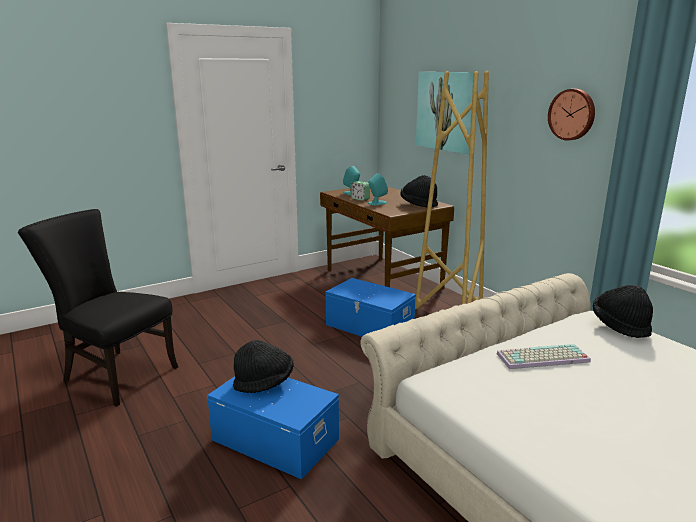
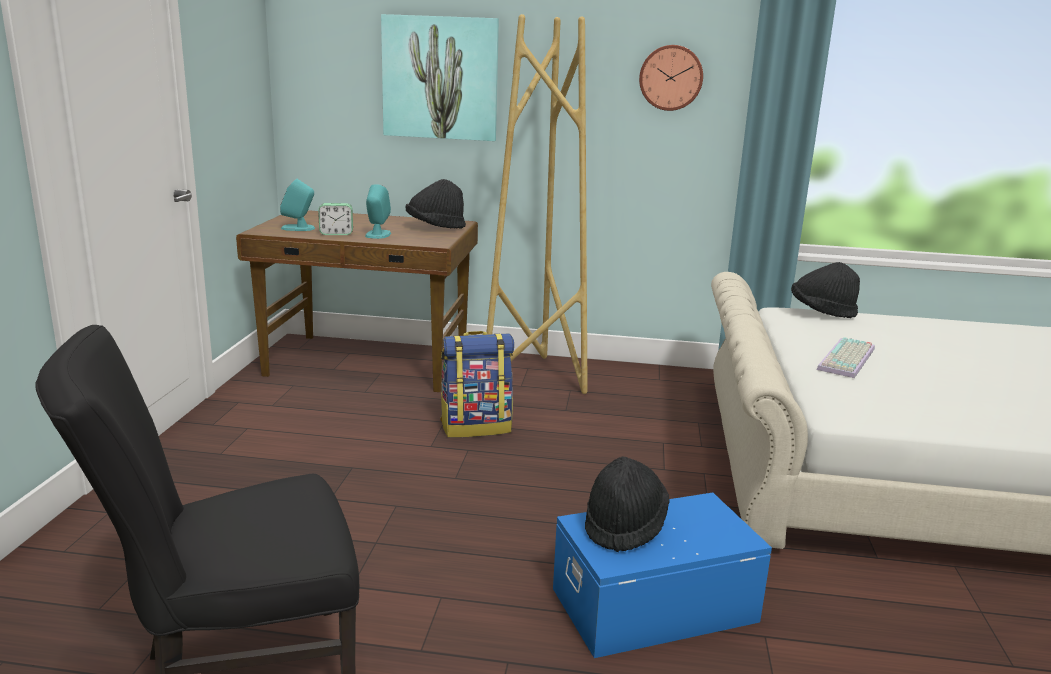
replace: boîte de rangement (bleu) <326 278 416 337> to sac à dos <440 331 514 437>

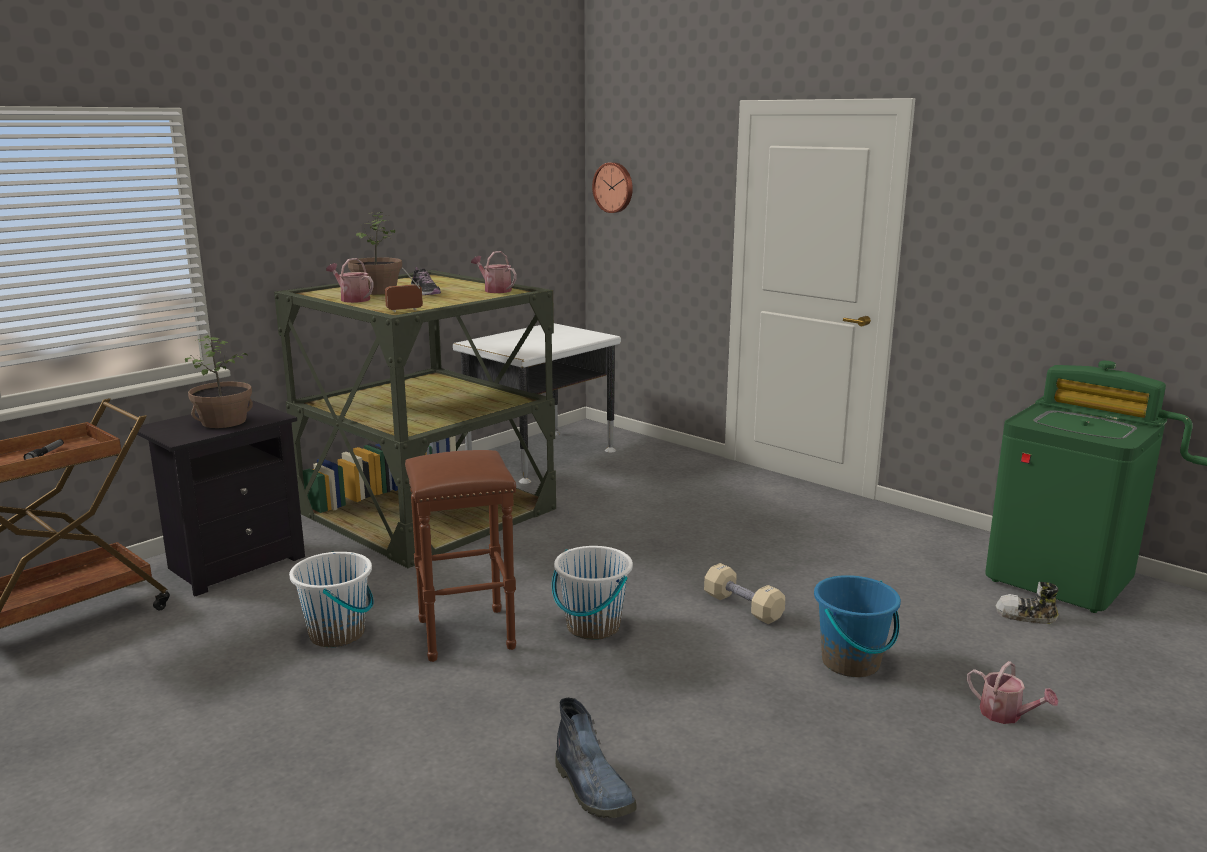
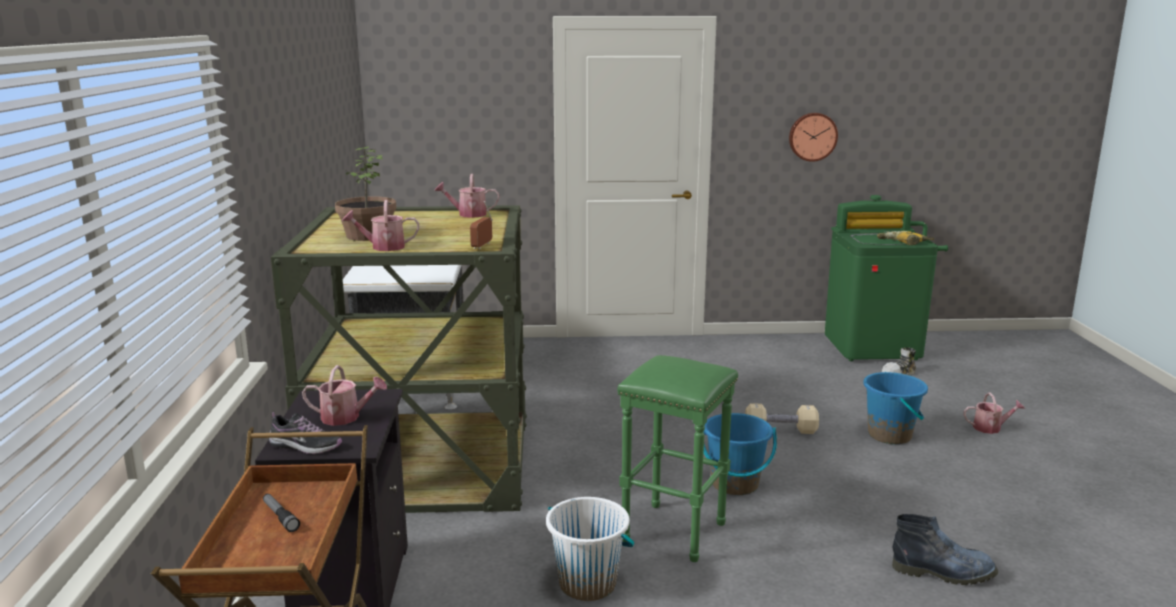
insert: perceuse <877 231 934 245>
move: chaussure <411 267 441 295> to <269 412 342 454>; horloge murale <592 162 633 213> to <789 113 838 162>
replace: plante en pot <185 335 253 428> to arrosoir <302 365 387 426>
recolor: tabouret (marron) <405 450 516 662> to tabouret (vert) <617 355 738 562>; seau (blanc) <552 546 633 640> to seau (bleu) <703 413 777 495>

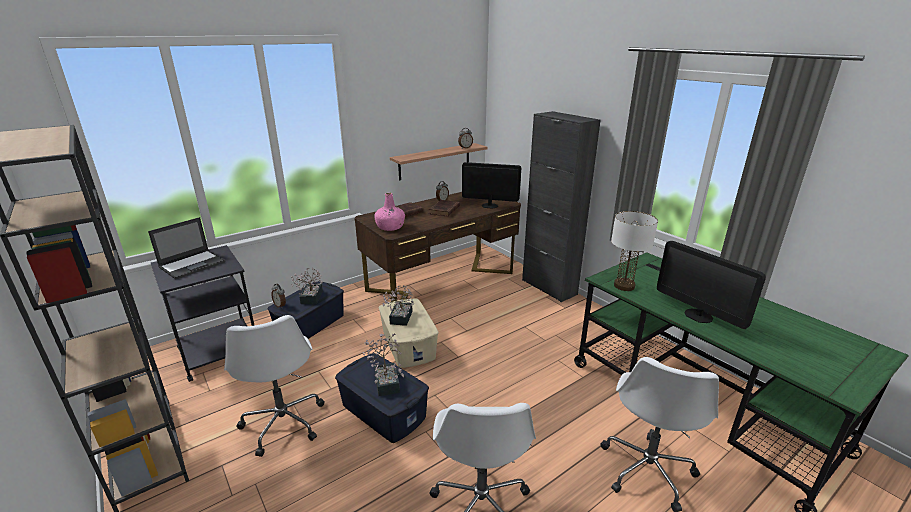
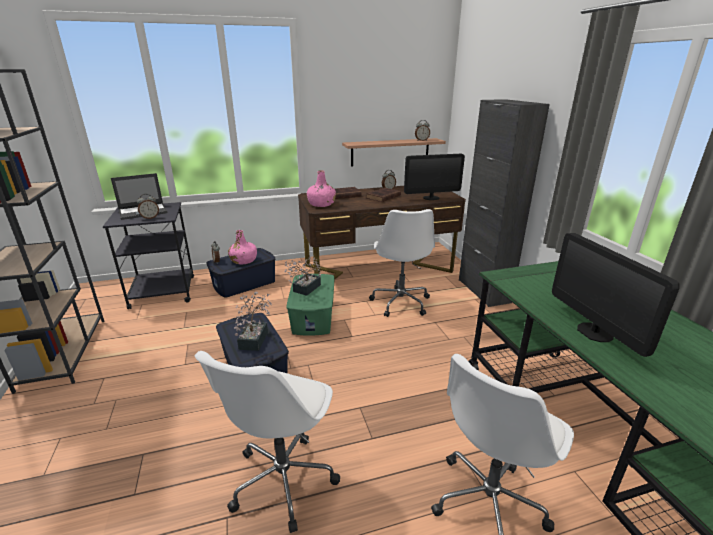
delete: lampe de table <611 211 658 291>
insert: réveil <137 194 159 219>
move: chaise de bureau (blanc) <224 315 325 457> to <369 209 435 317>
replace: plante en pot <291 267 323 304> to bouteille (rose) <228 230 257 264>
recolor: boîte de rangement (beige) <378 299 439 368> to boîte de rangement (vert) <286 274 334 336>
rotate: écran d'ordinateur <462 162 521 209> = <404 154 465 200> 135 degrees clockwise

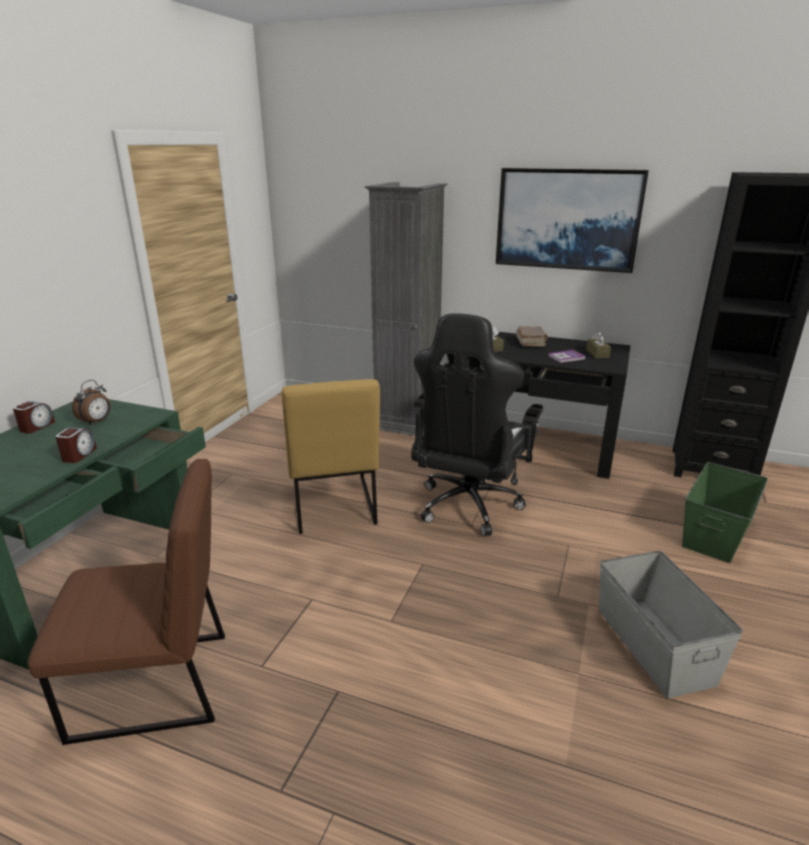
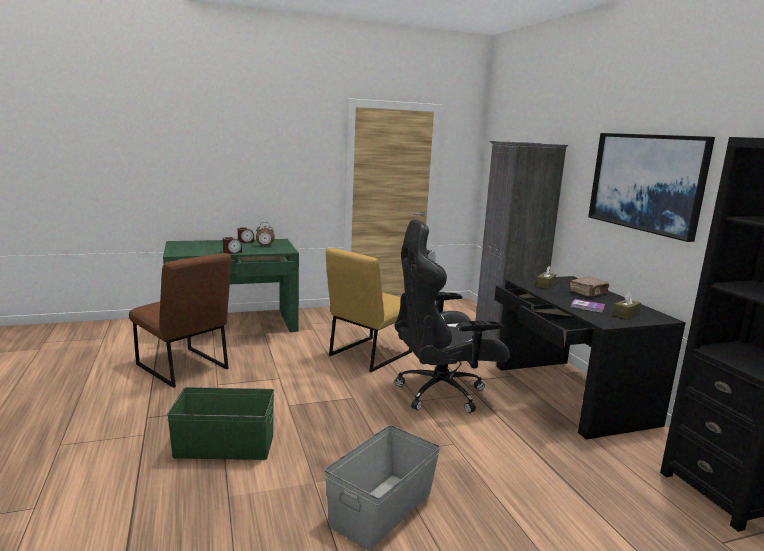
move: boîte de rangement (vert) <682 462 768 563> to <167 387 274 460>

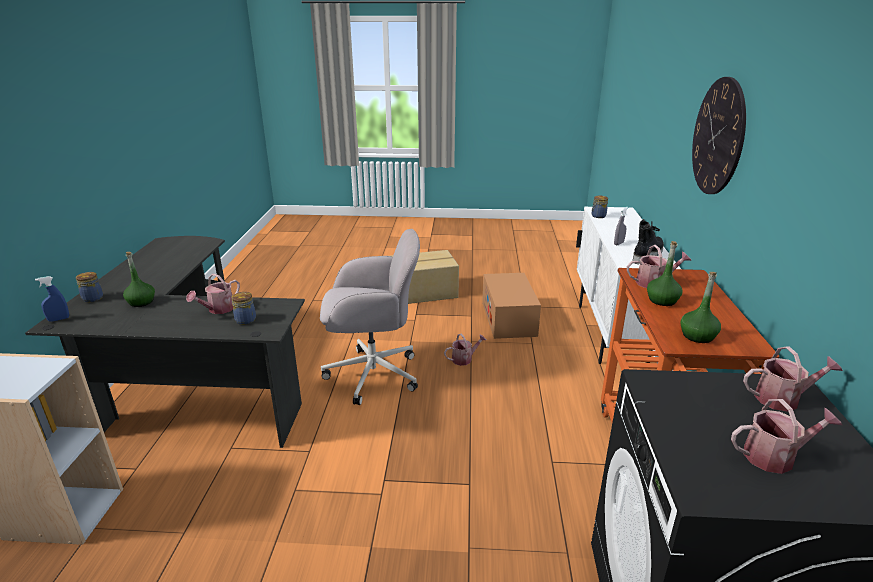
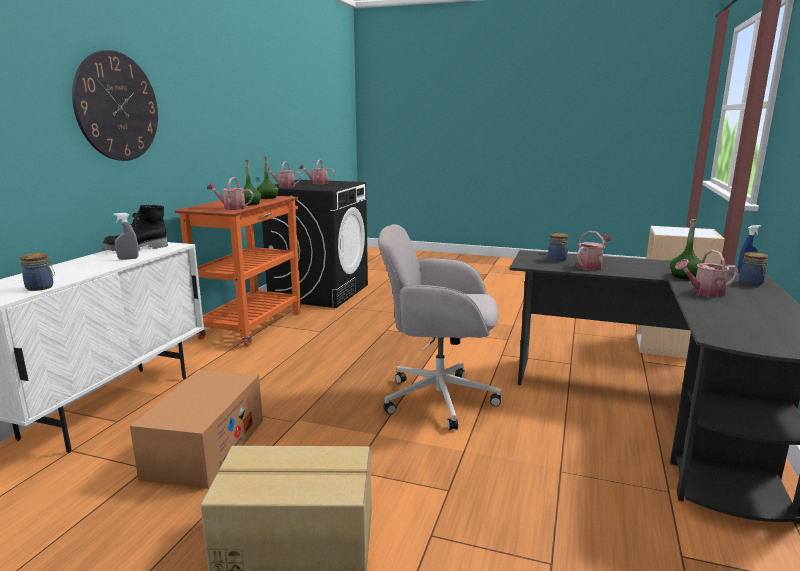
move: arrosoir <444 334 487 366> to <675 250 738 297>

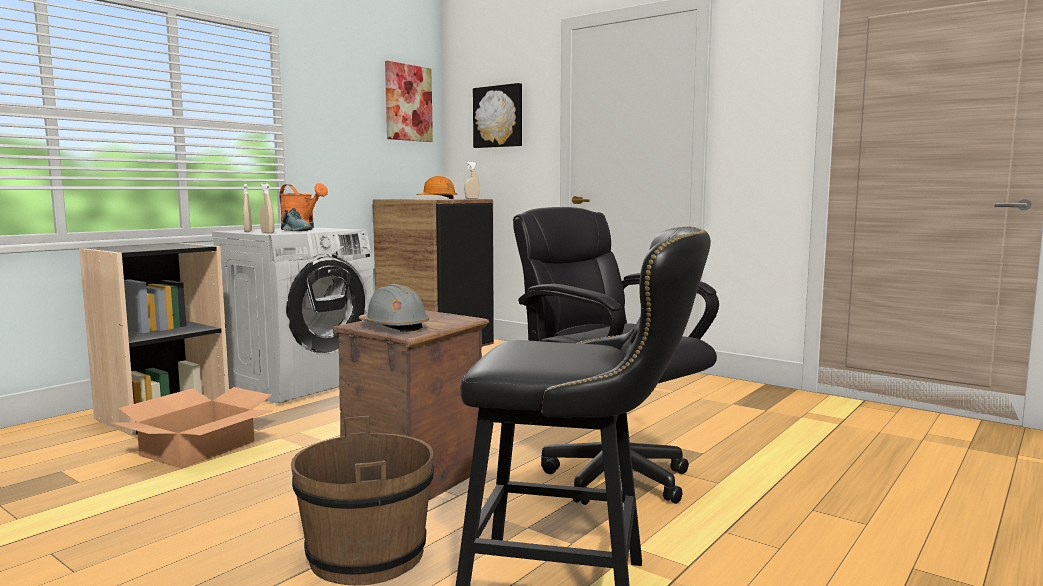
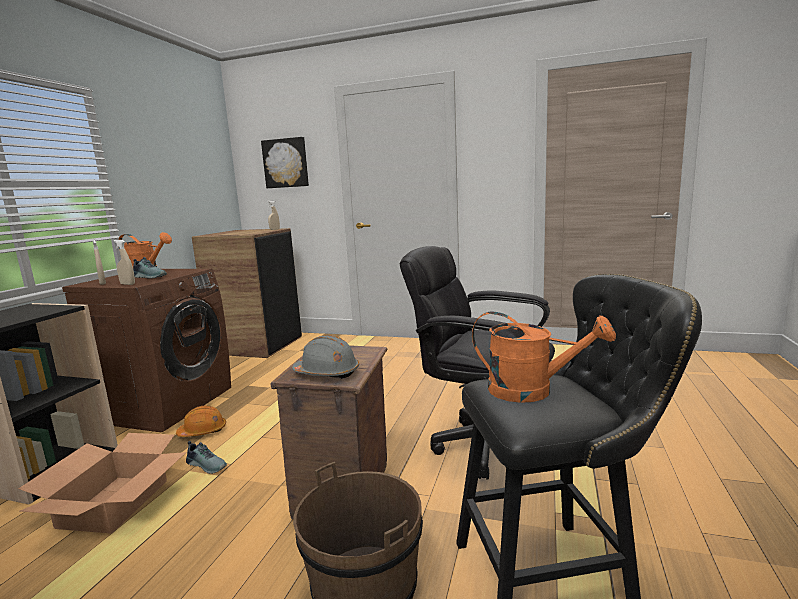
delete: tableau <385 61 433 142>
insert: chaussure <186 441 227 474>; arrosoir (orange) <472 311 616 403>
move: casque de chantier (orange) <417 176 457 199> to <176 405 226 437>
recolor: lave-linge (blanc) <212 227 374 404> to lave-linge (marron) <62 268 231 432>

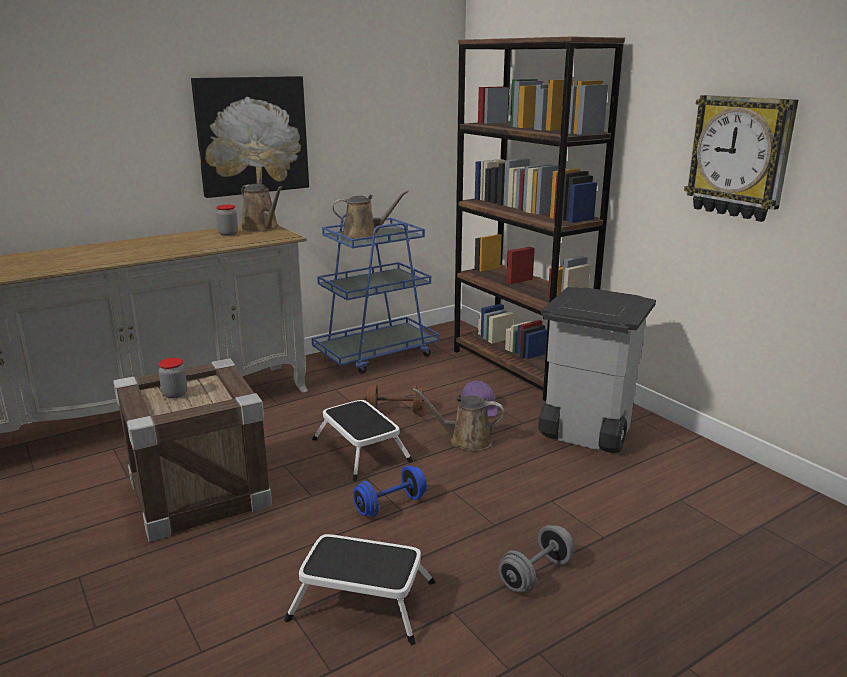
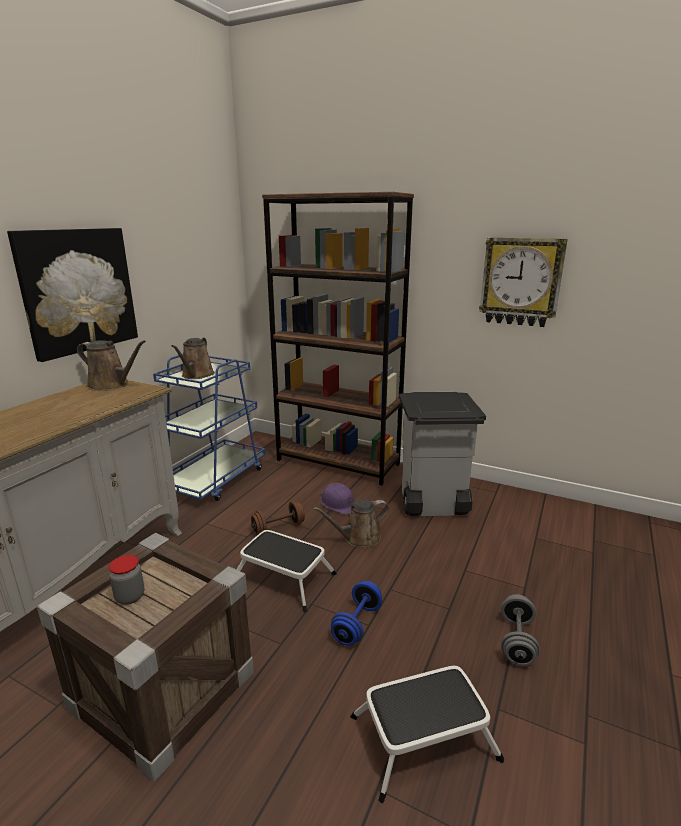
delete: bocal <216 205 238 236>
rotate: arrosoir (marron) <332 190 409 239> = <171 337 215 379> 135 degrees clockwise

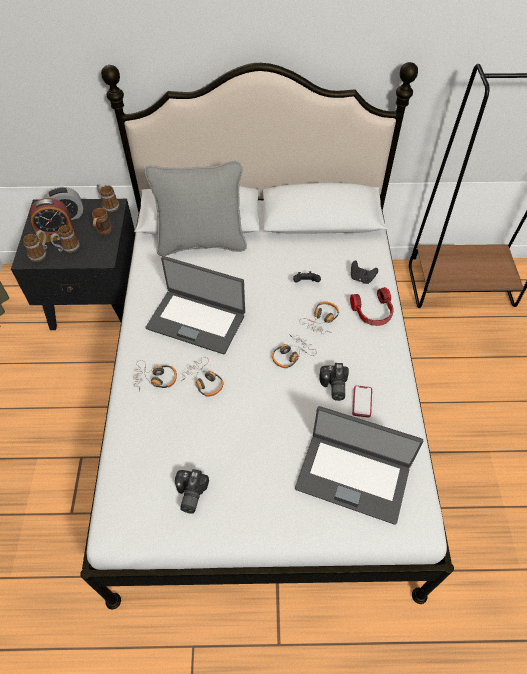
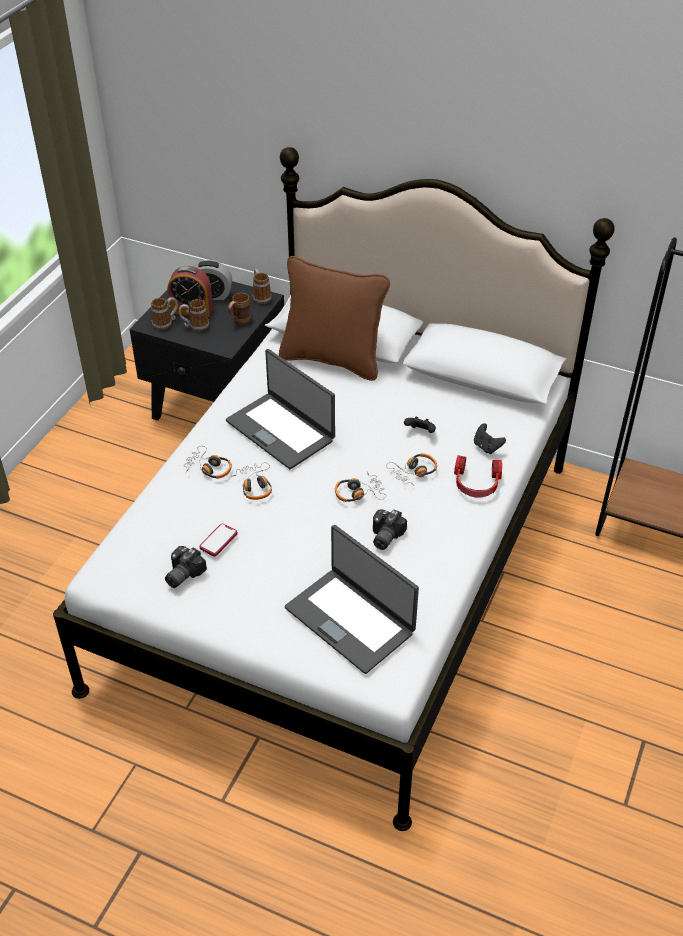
move: téléphone <352 385 372 418> to <199 523 238 557>
recolor: coussin (gris) <144 161 247 256> to coussin (marron) <279 256 390 381>

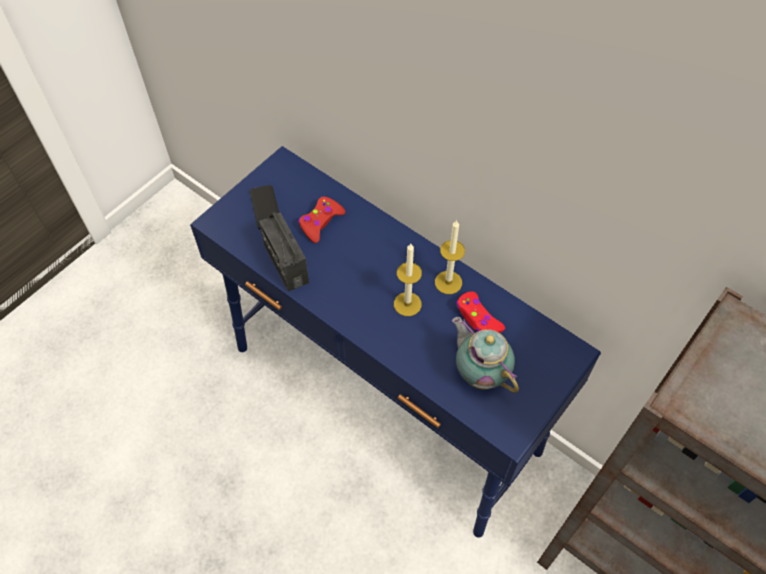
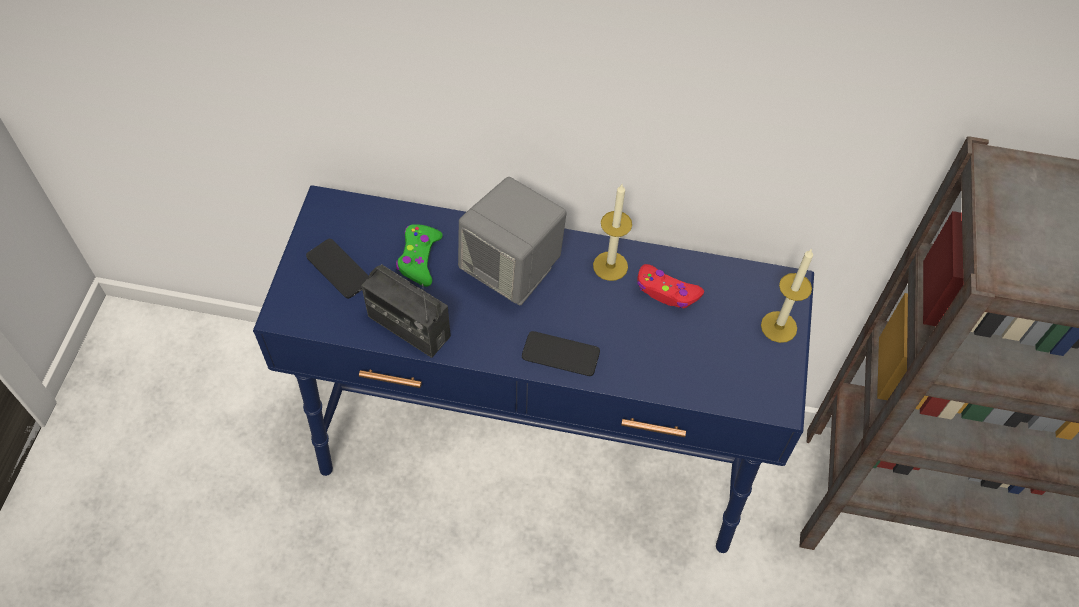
delete: théière <452 317 519 393>
insert: enceinte (gris) <458 177 566 305>; téléphone <522 331 600 376>
move: bougie <394 244 422 316> to <761 248 813 343>
recolor: manette (rouge) <298 197 345 243> to manette (vert) <396 224 443 287>

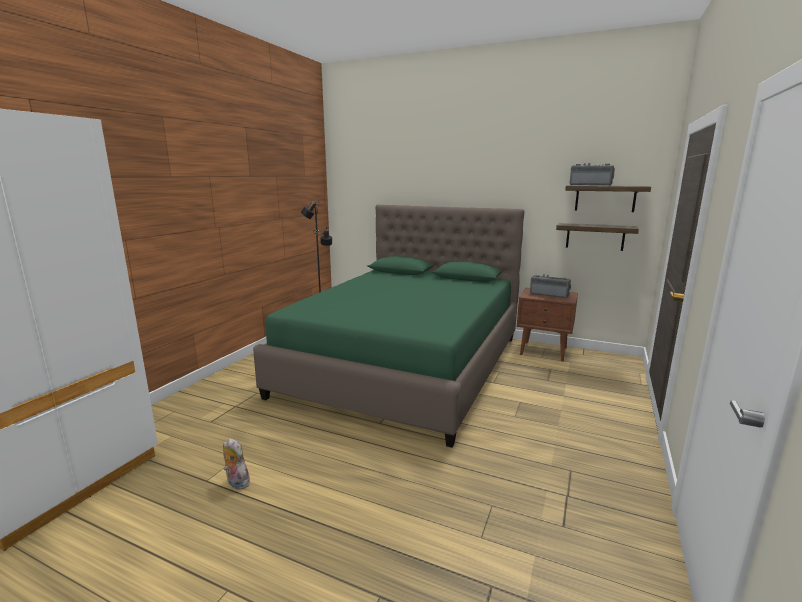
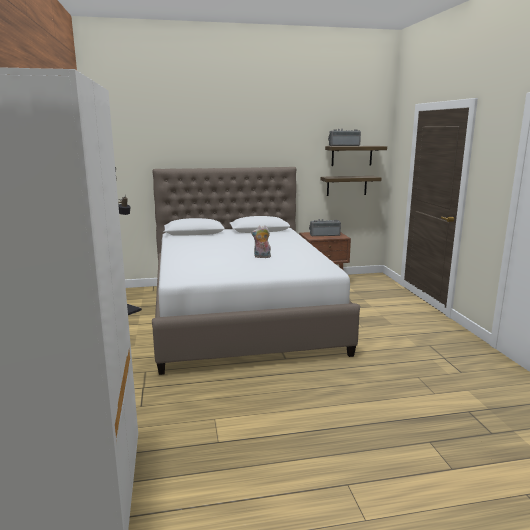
move: peluche <223 438 250 490> to <251 225 271 258>
recolor: lit (vert) <253 205 524 447> to lit (blanc) <152 167 360 375>

